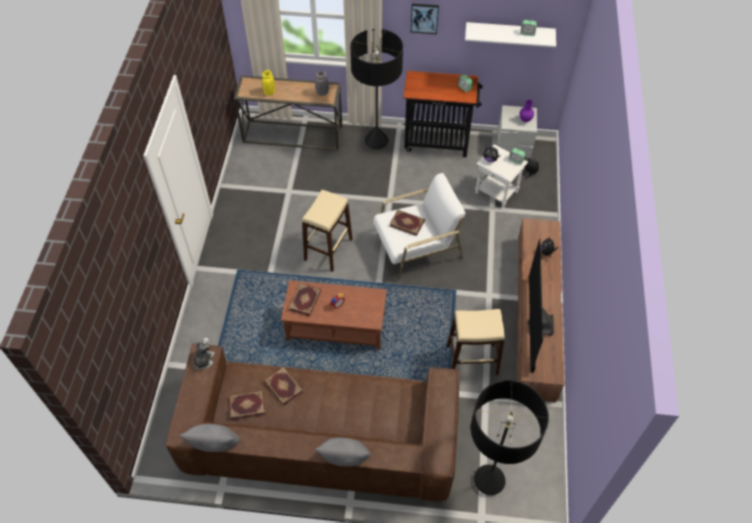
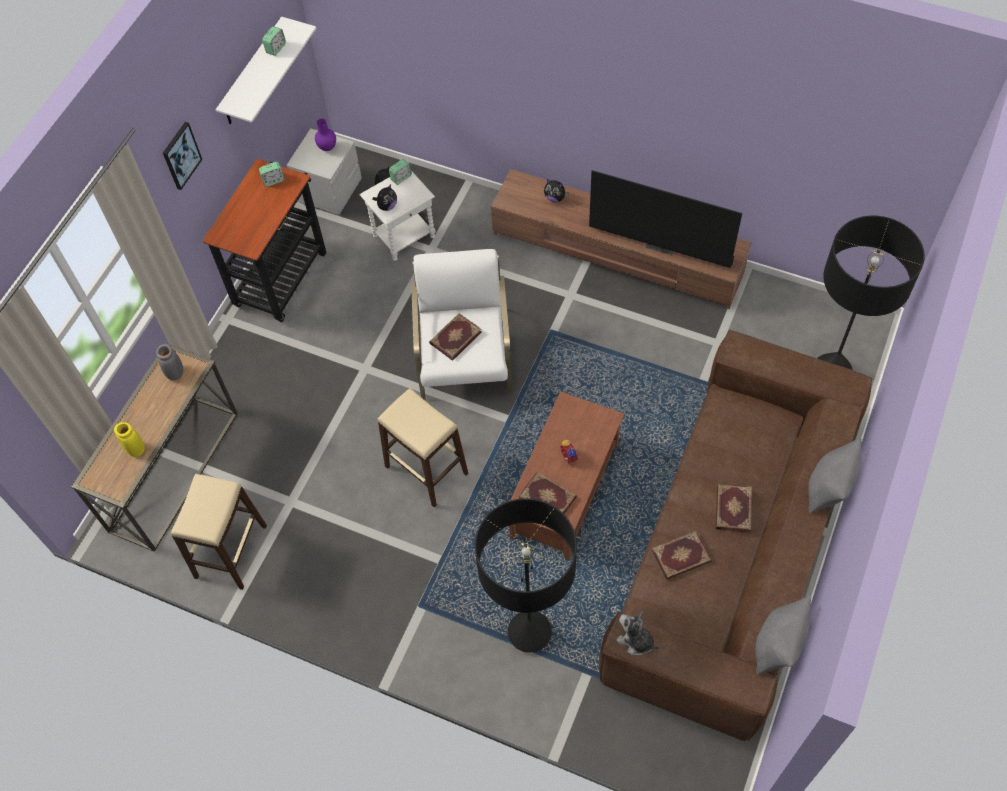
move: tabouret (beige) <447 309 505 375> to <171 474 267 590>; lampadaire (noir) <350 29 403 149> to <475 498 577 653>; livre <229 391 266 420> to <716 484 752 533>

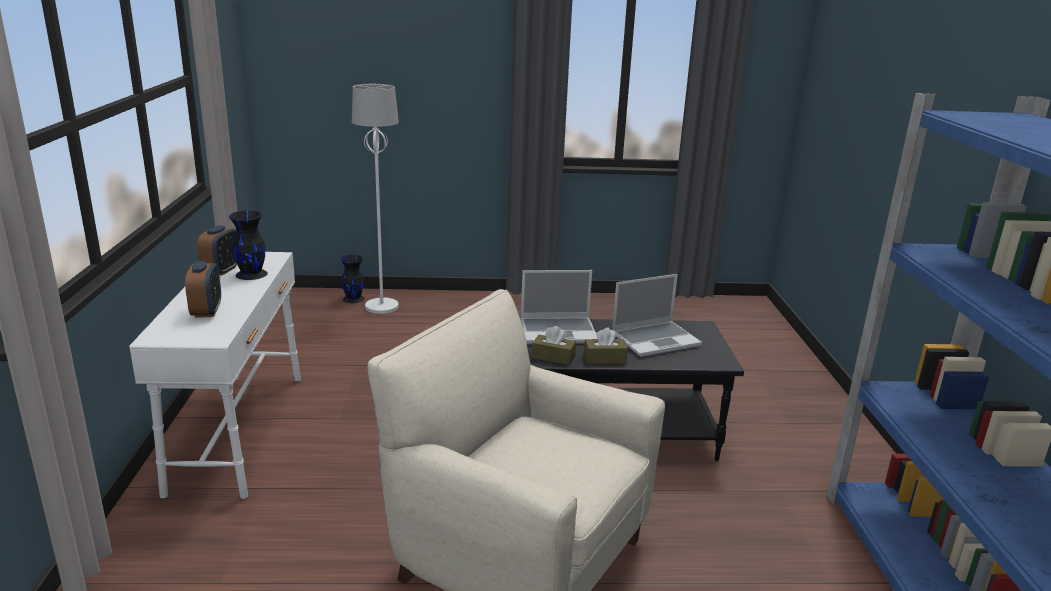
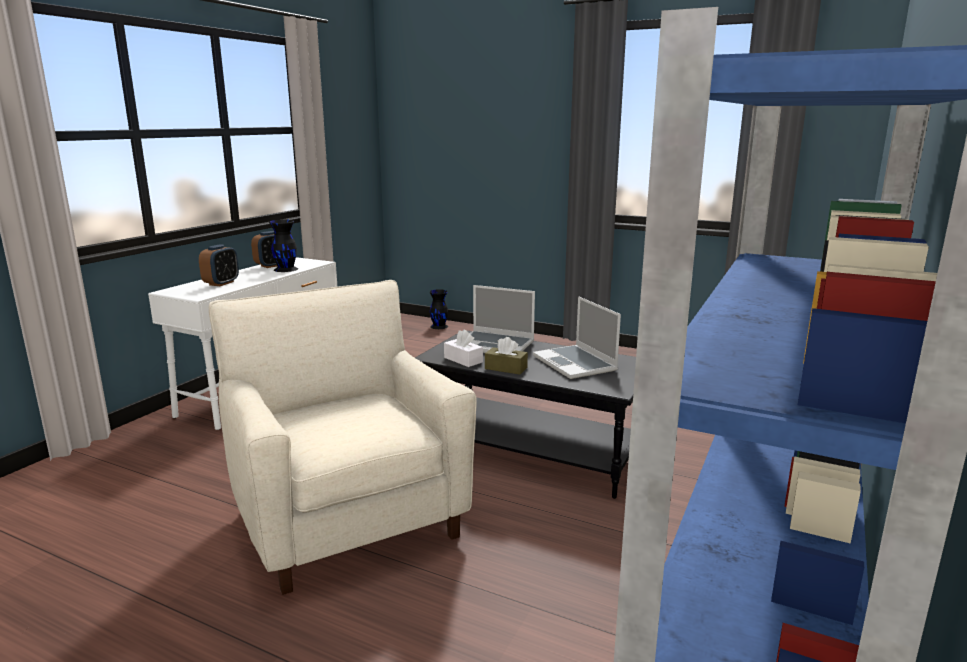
delete: lampadaire (blanc) <352 84 399 314>
recolor: boîte à mouchoirs (marron) <532 326 576 365> to boîte à mouchoirs (blanc) <444 329 483 367>
rotate: ordinateur portable <612 274 702 357> = <533 296 621 379> 60 degrees clockwise

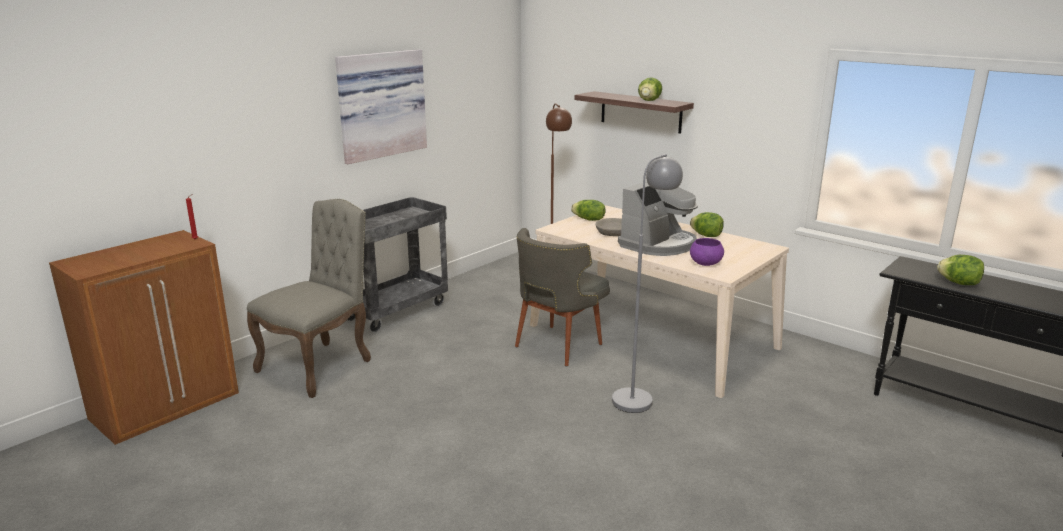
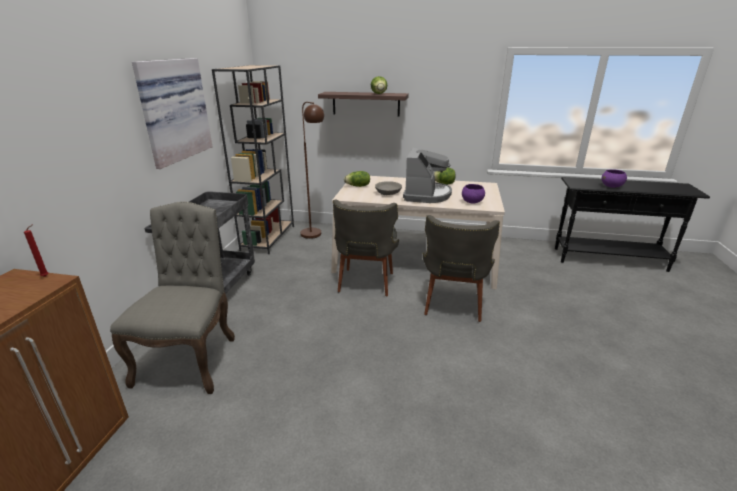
insert: bibliothèque <212 65 294 254>
replace: lampadaire (gris) <612 154 683 413> to chaise (gris) <422 215 500 322>; laitue <937 255 984 285> to bol (violet) <602 169 627 188>

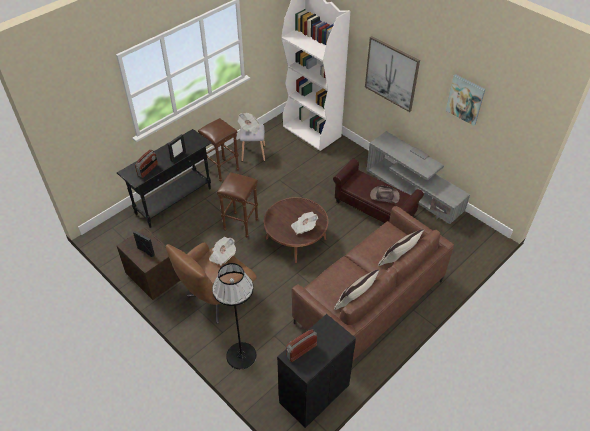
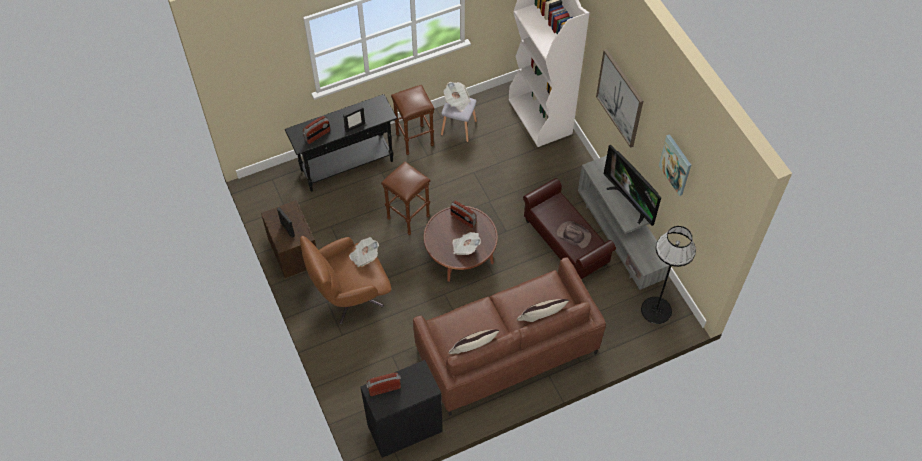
insert: radio <450 201 477 228>; téléviseur <604 145 661 226>
move: lampadaire (noir) <212 263 256 369> to <641 226 696 324>

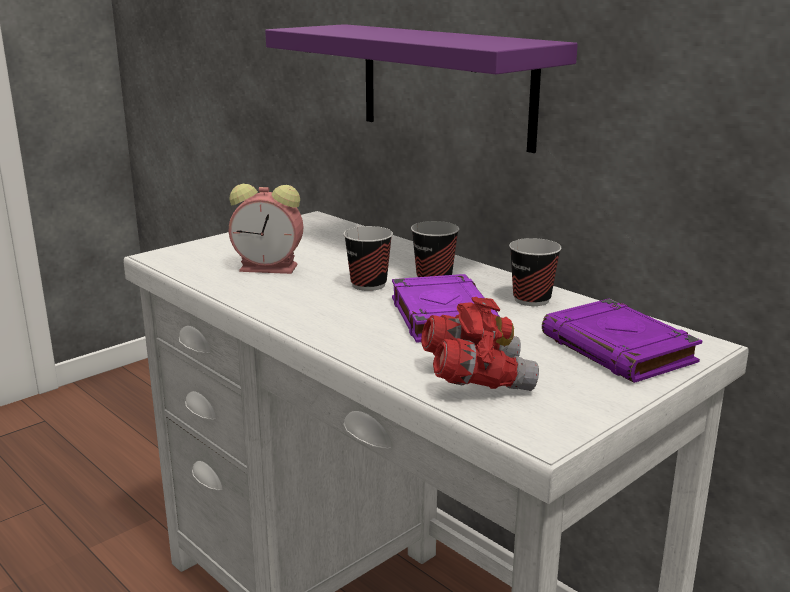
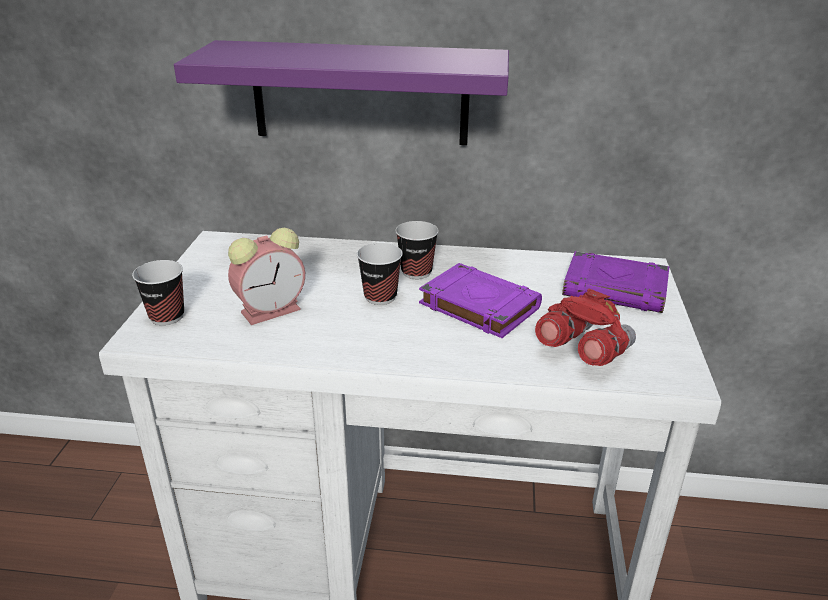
move: tasse <509 238 561 306> to <132 260 184 325>

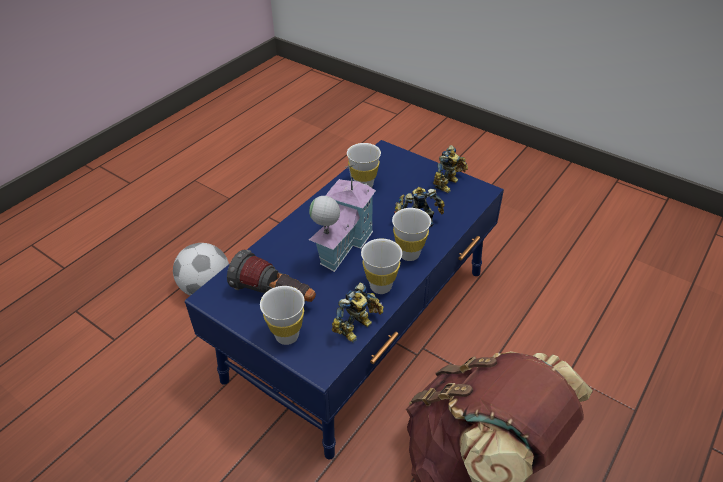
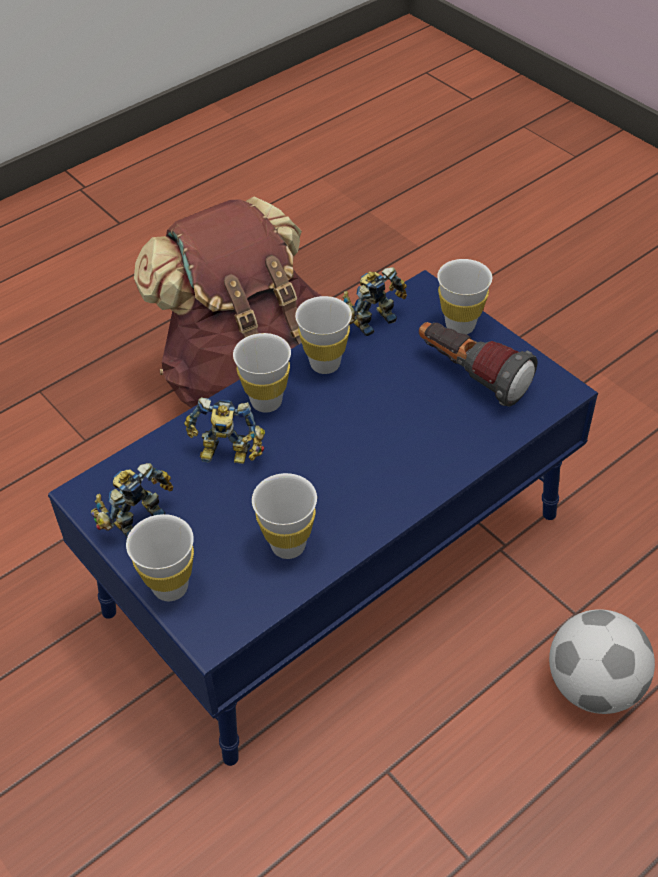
delete: maison miniature <309 164 376 272>
insert: tasse (blanc) <126 514 194 601>

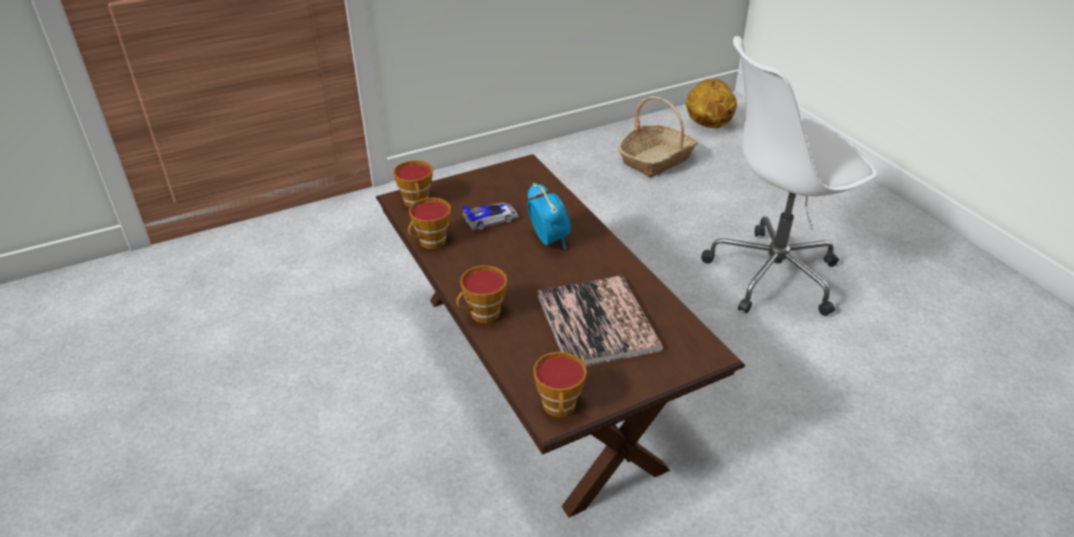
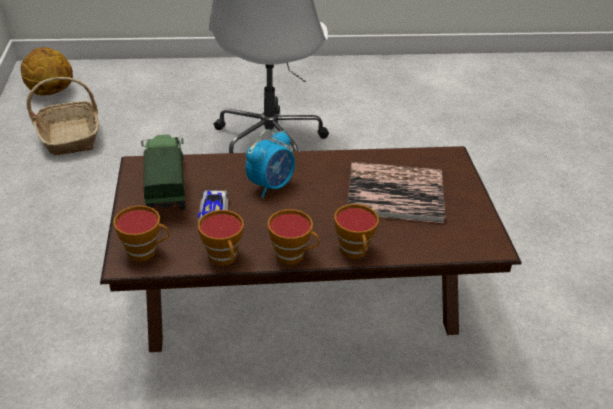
insert: camion jouet <141 135 186 210>
move: tasse <533 352 587 417> to <267 209 319 265>
rotate: réveil <527 183 571 250> = <246 130 295 198> 135 degrees clockwise

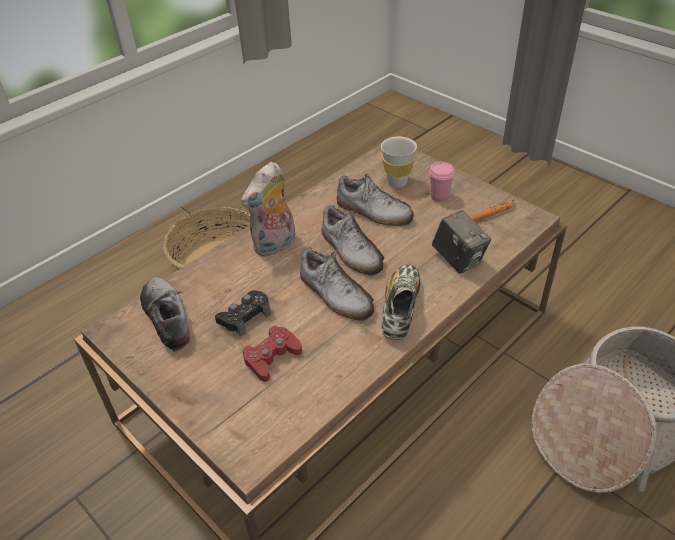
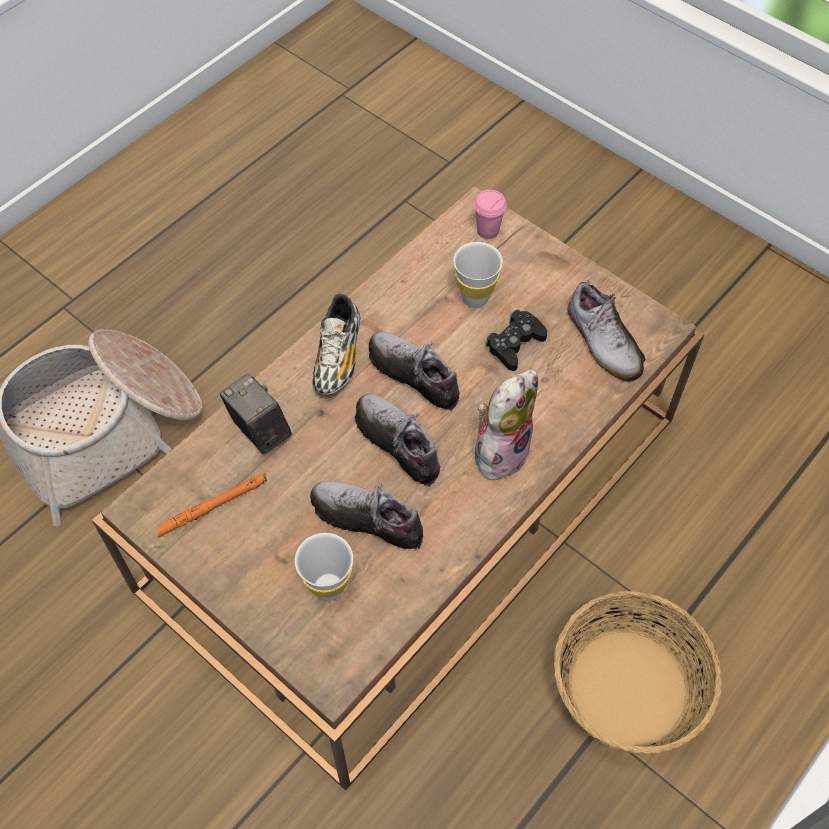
move: tasse (rose) <429 162 455 202> to <474 190 507 239>
replace: manette (rouge) <242 326 302 382> to tasse (blanc) <453 242 503 308>

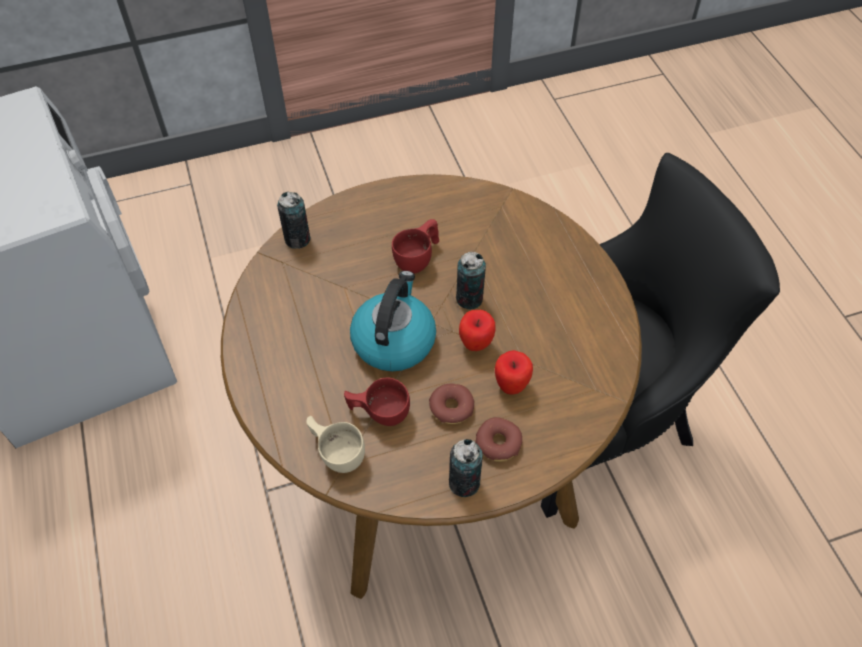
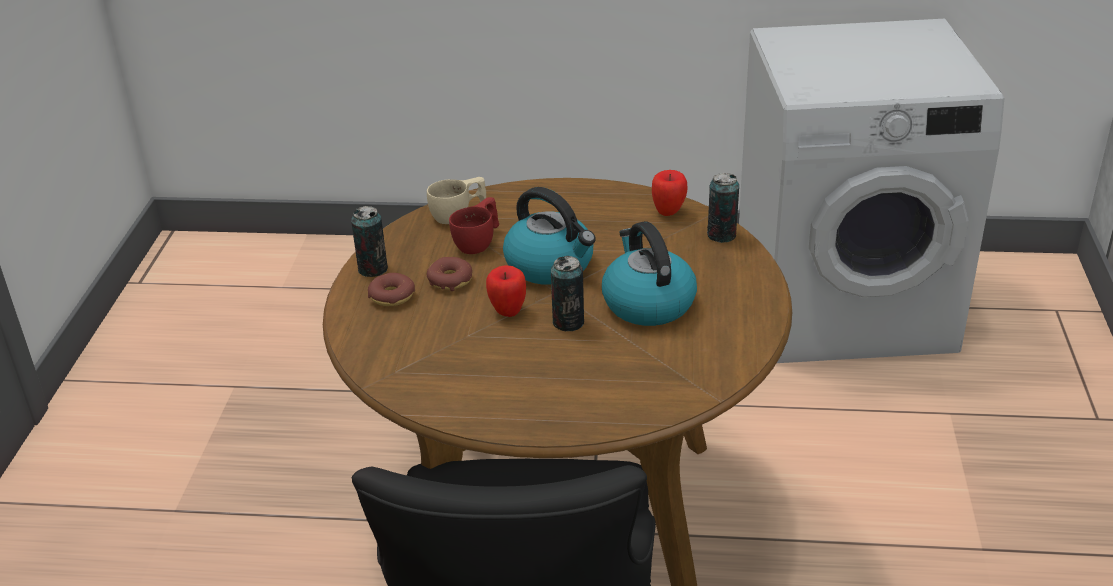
move: pomme <495 350 533 395> to <652 170 687 216>
replace: tasse (rouge) <392 219 439 274> to bouilloire <602 221 697 326>

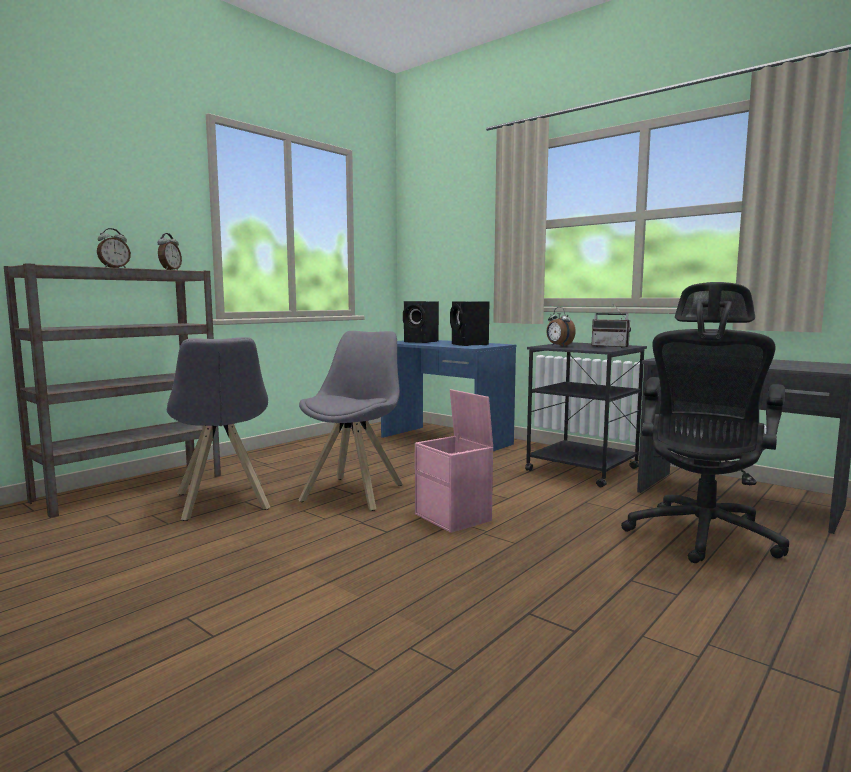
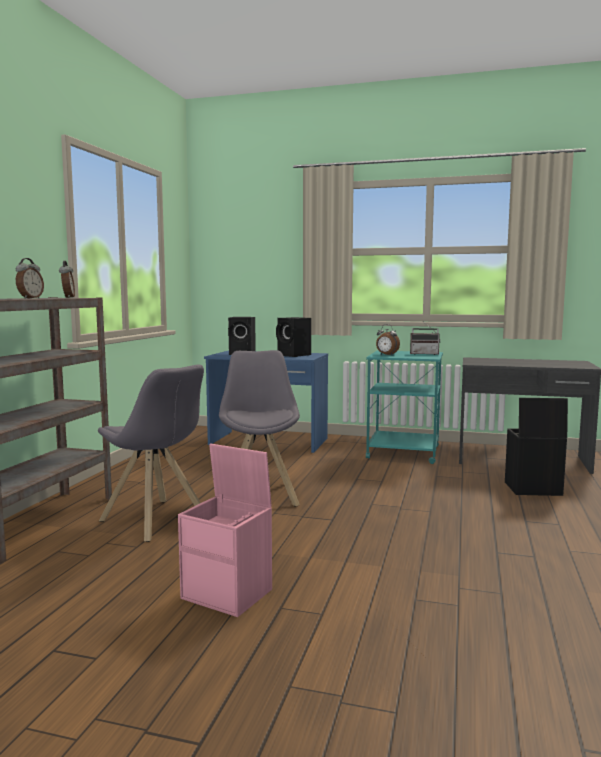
move: boîte de rangement (rose) <415 389 493 533> to <178 443 272 617>
replace: chaise de bureau <621 282 789 563> to boîte de rangement (noir) <505 398 568 496>
recolor: chariot (noir) <525 342 647 487> to chariot (turquoise) <366 350 443 464>

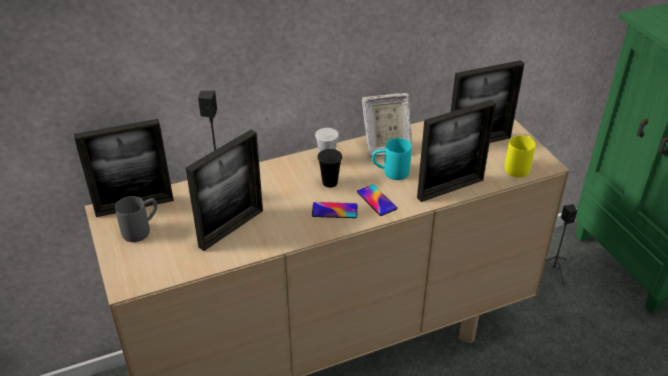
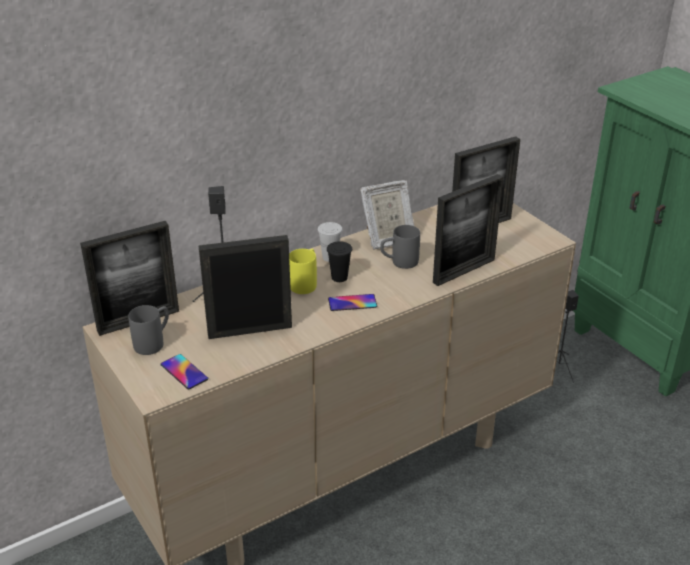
move: téléphone <357 184 397 216> to <161 354 208 389>; mug (jaune) <505 136 535 178> to <289 249 317 294>
recolor: mug (turquoise) <372 138 412 180> to mug (gris) <380 225 420 269>
rotate: cadre photo <186 130 263 251> = <198 235 292 339> 135 degrees counterclockwise

